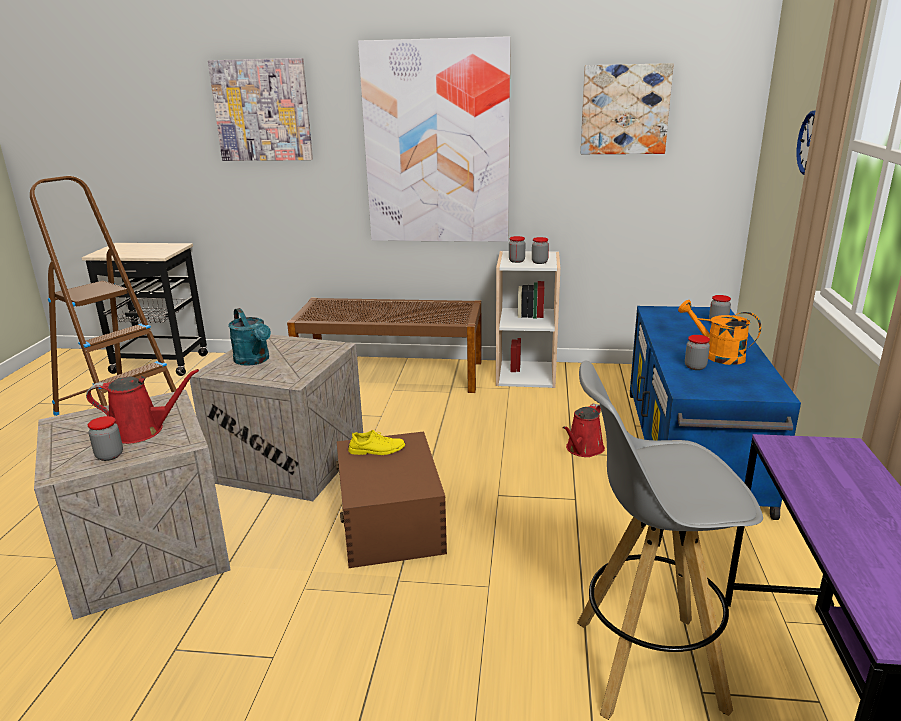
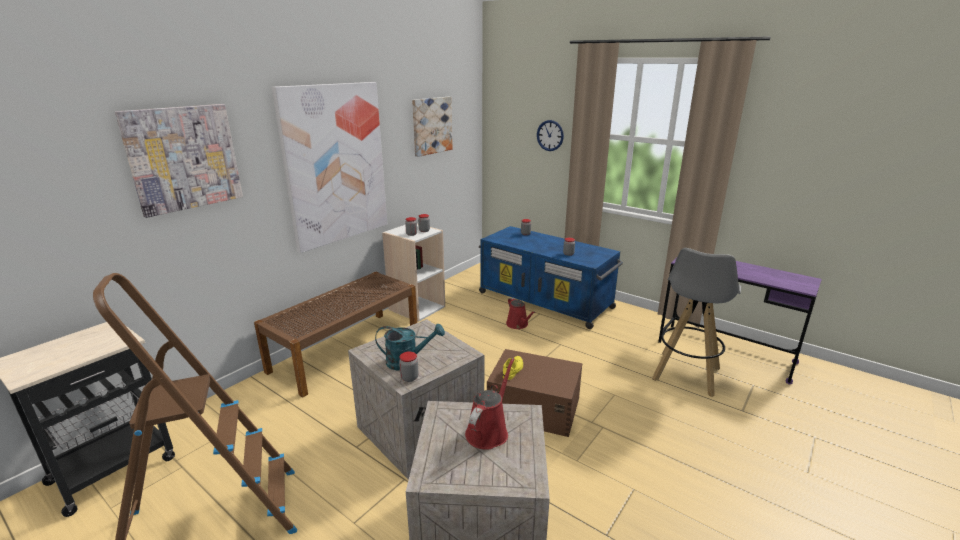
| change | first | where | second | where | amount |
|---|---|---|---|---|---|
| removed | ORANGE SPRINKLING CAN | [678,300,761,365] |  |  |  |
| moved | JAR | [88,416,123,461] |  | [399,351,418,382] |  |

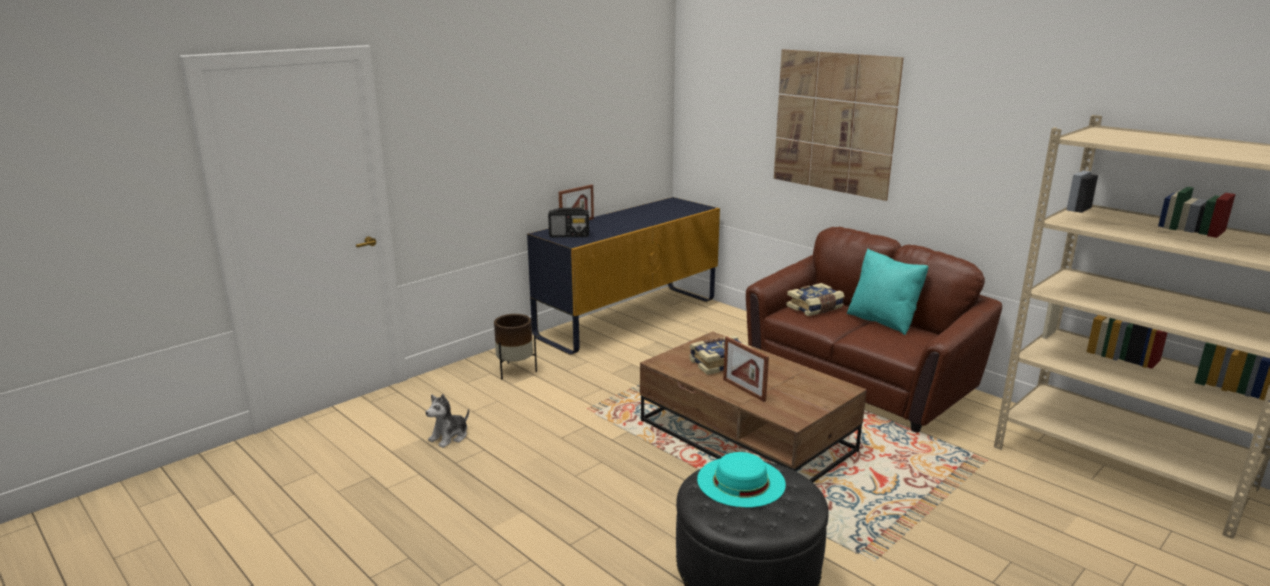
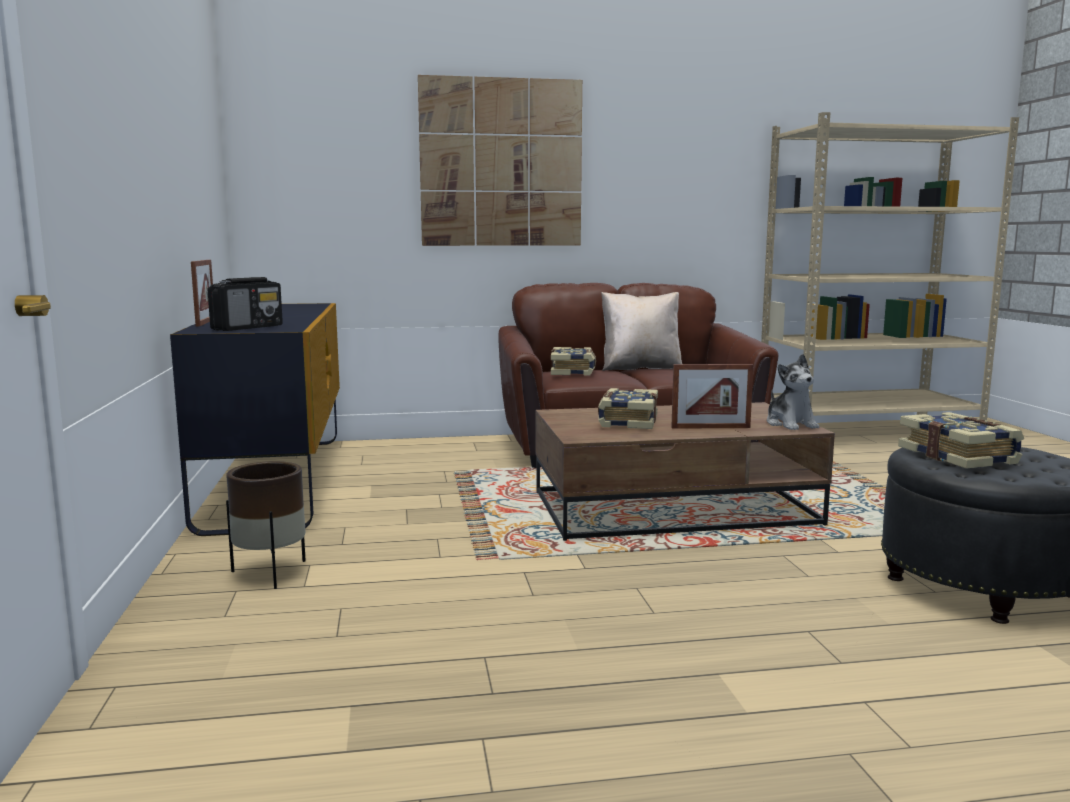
| change | first | where | second | where | amount |
|---|---|---|---|---|---|
| moved | CUDDLY TOY | [426,394,469,448] |  | [767,354,819,430] |  |
| replaced | BLUE-GREEN WEARABLE HAT | [697,452,786,508] | BOUND BOOK | [898,412,1024,469] |  |
| recoloured | BLUE-GREEN THROW PILLOW | [847,248,929,335] | BEIGE-COLOURED THROW PILLOW | [601,292,682,371] |  |

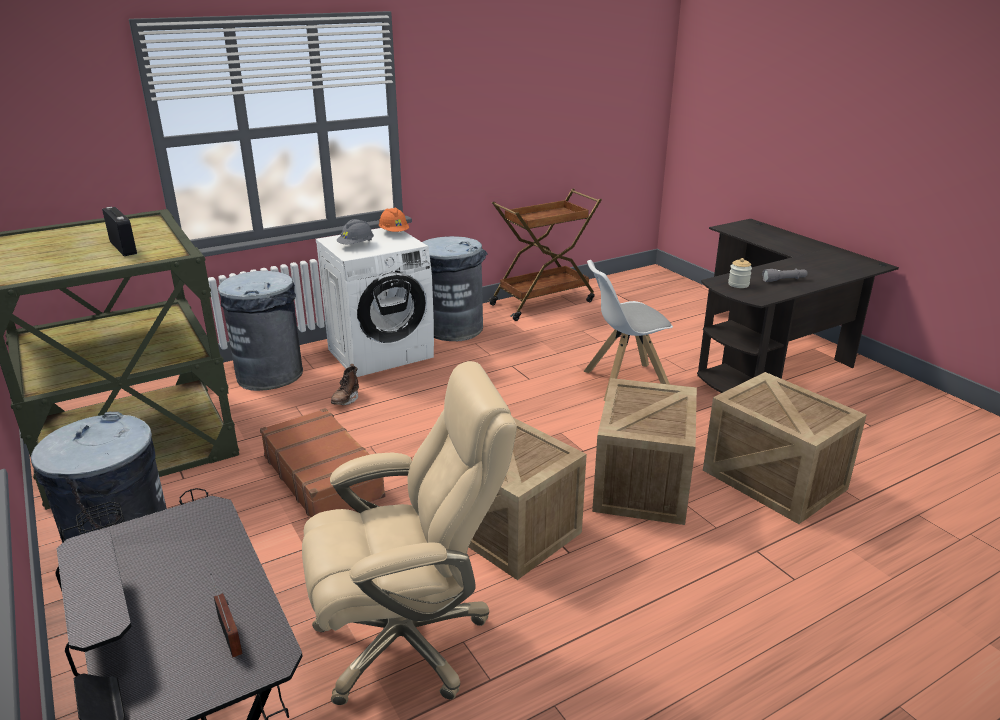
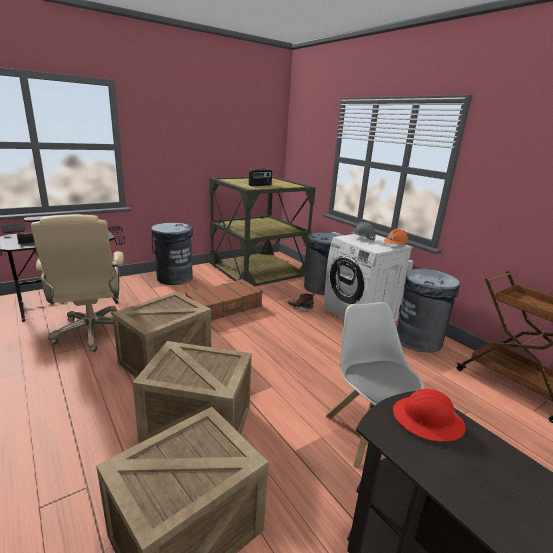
| change | first | where | second | where | amount |
|---|---|---|---|---|---|
| removed | GREYISH TORCH | [762,268,808,282] |  |  |  |
| replaced | JAR | [728,258,752,288] | RED-COLOURED WORK HELMET | [393,389,466,441] |  |

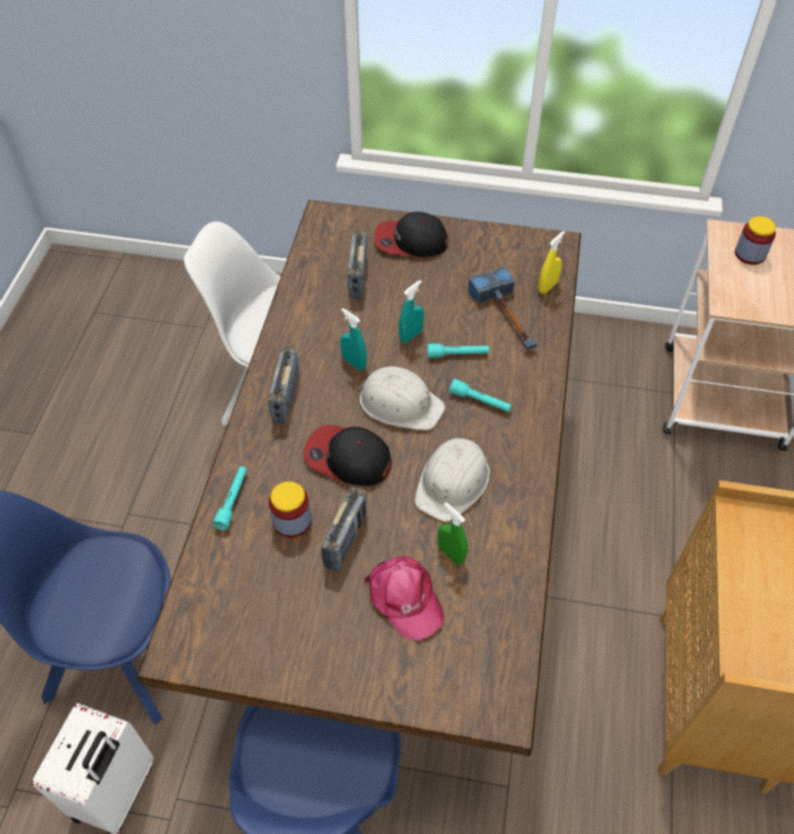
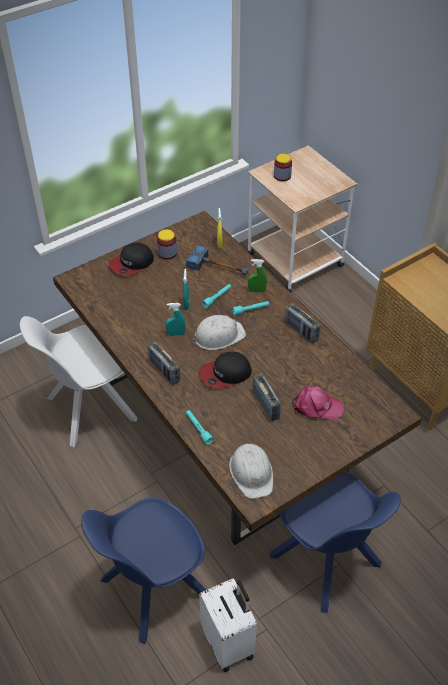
| change | first | where | second | where | amount |
|---|---|---|---|---|---|
| moved | JAR | [269,481,311,538] |  | [157,229,177,260] |  |
| moved | RADIO SET | [347,231,367,299] |  | [285,303,320,343] |  |
| moved | WHITISH WORK HELMET | [415,437,490,522] |  | [229,443,273,499] |  |
| moved | GREENISH SPRAYER | [438,502,468,565] |  | [248,259,267,292] |  |

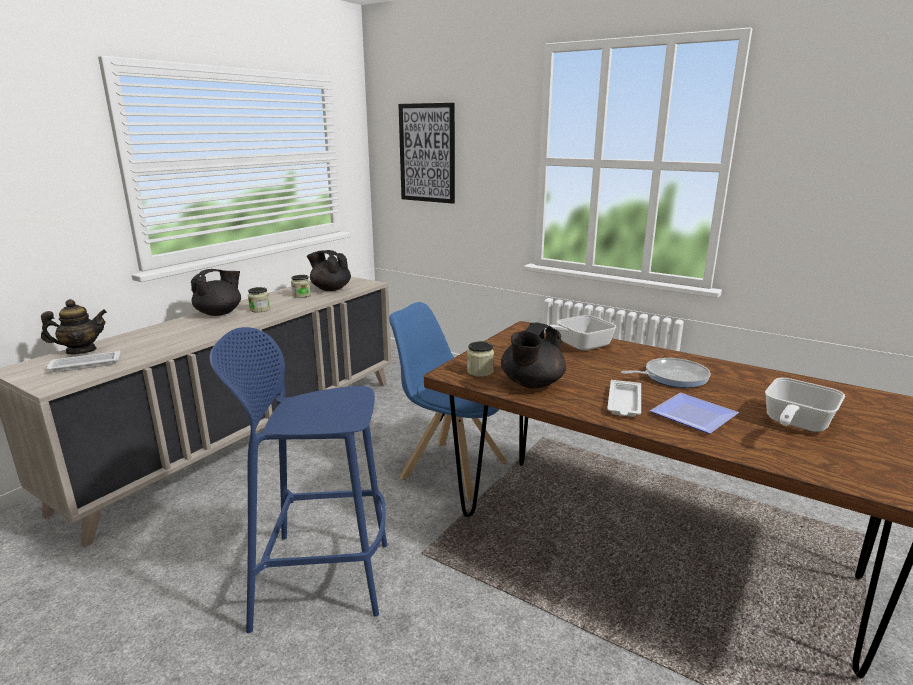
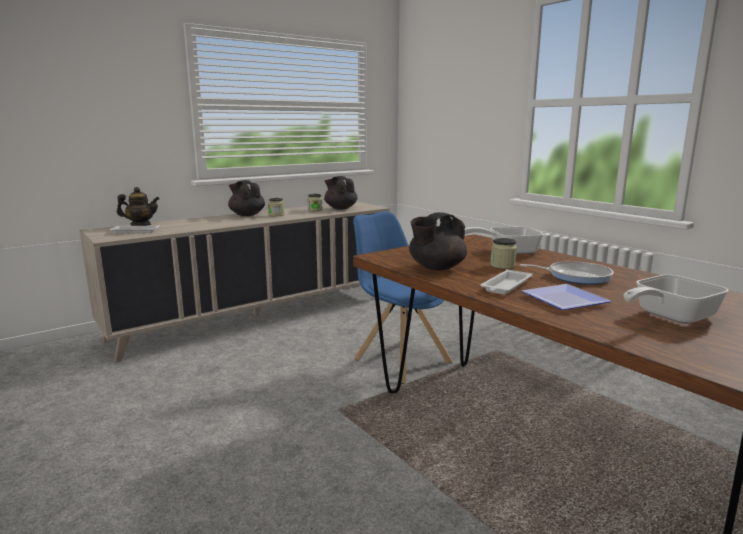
| change | first | where | second | where | amount |
|---|---|---|---|---|---|
| removed | BLUISH STOOL SEAT | [209,327,388,633] |  |  |  |
| removed | PICTURE | [398,103,455,204] |  |  |  |
| moved | JAR | [467,341,494,377] |  | [490,238,517,269] |  |
| turned | BLACK-COLOURED TEA POT | [191,269,241,316] |  | [228,180,265,216] | 105 degrees counterclockwise |

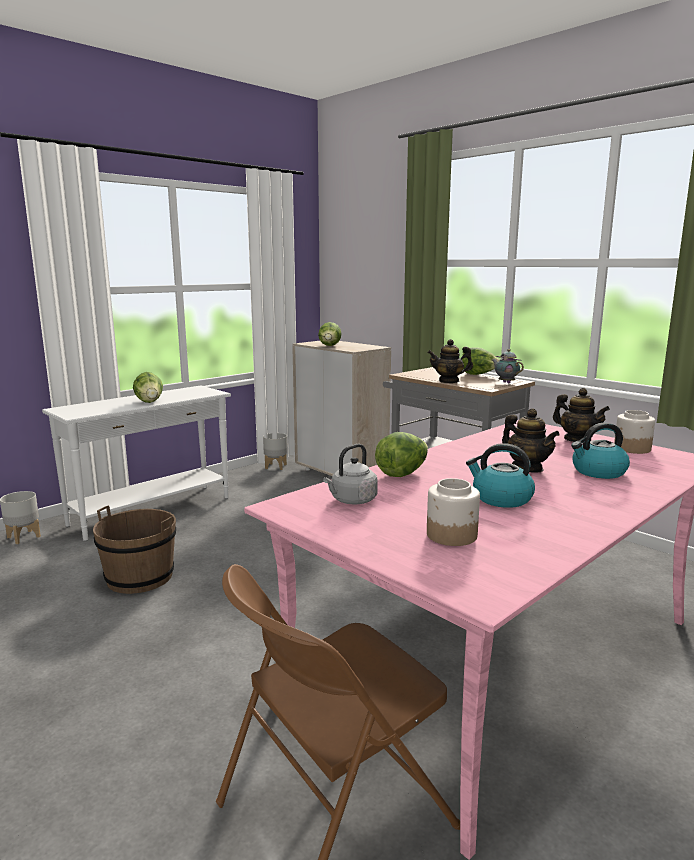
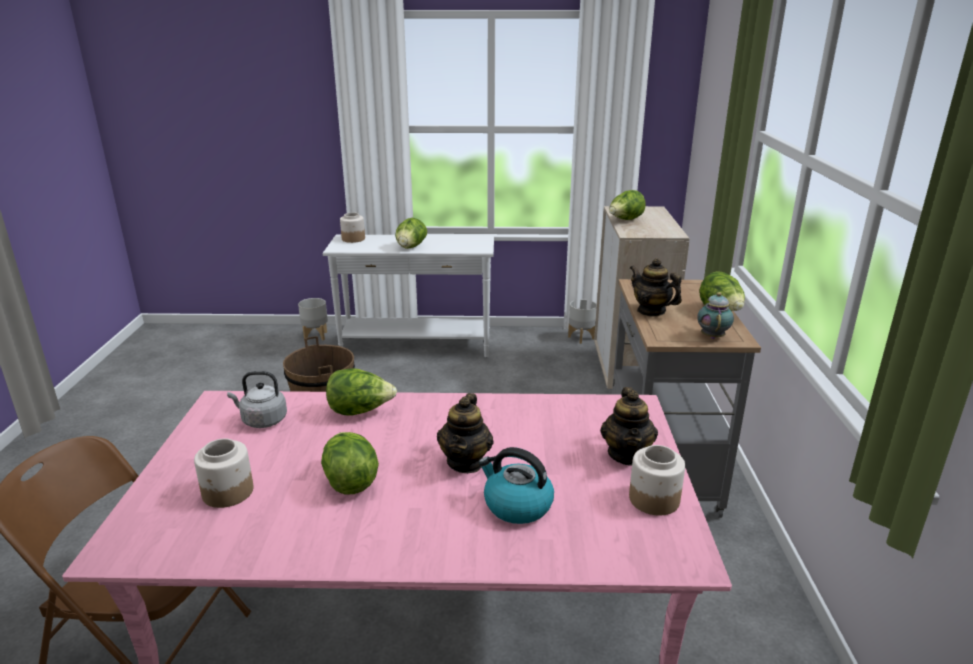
| change | first | where | second | where | amount |
|---|---|---|---|---|---|
| added |  |  | JAR | [340,213,365,243] |  |
| replaced | WATER KETTLE | [466,443,535,508] | LETTUCE | [321,432,379,494] |  |

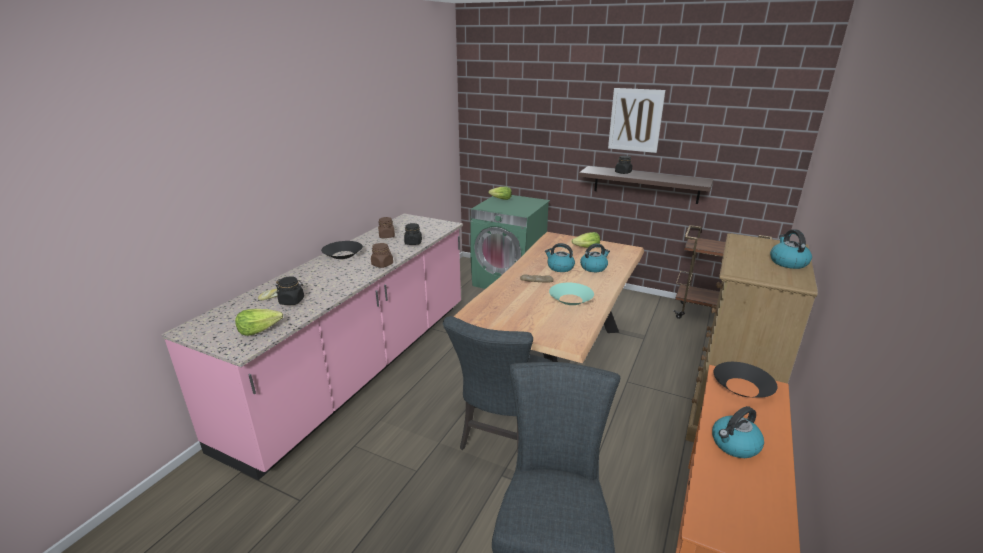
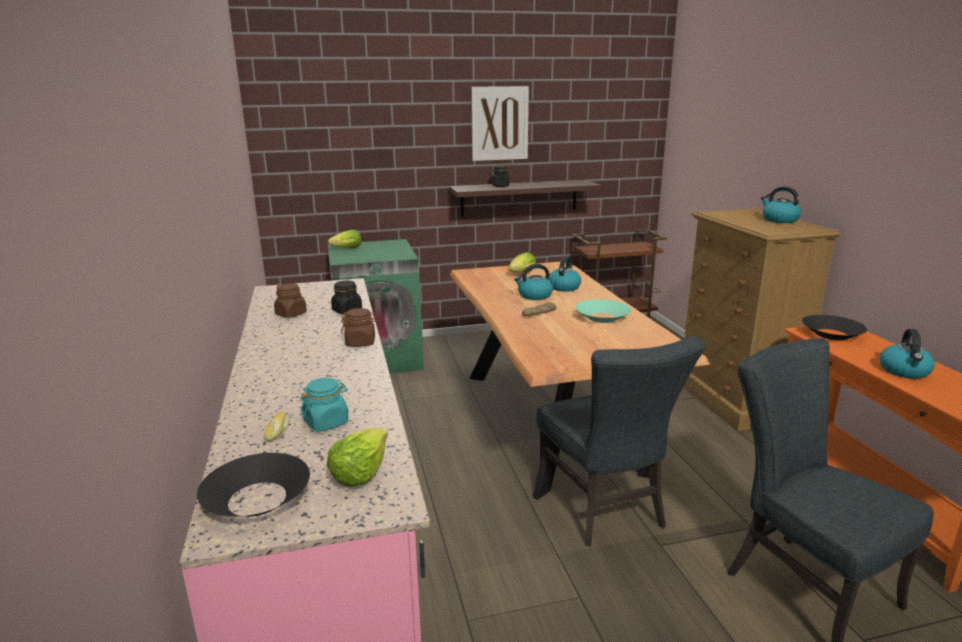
| change | first | where | second | where | amount |
|---|---|---|---|---|---|
| moved | BLACK-COLOURED DEEP DISH | [321,241,363,259] |  | [197,453,310,517] |  |
| recoloured | BLACK-COLOURED JAR | [276,276,304,305] | BLUE-GREEN JAR | [300,378,349,432] |  |

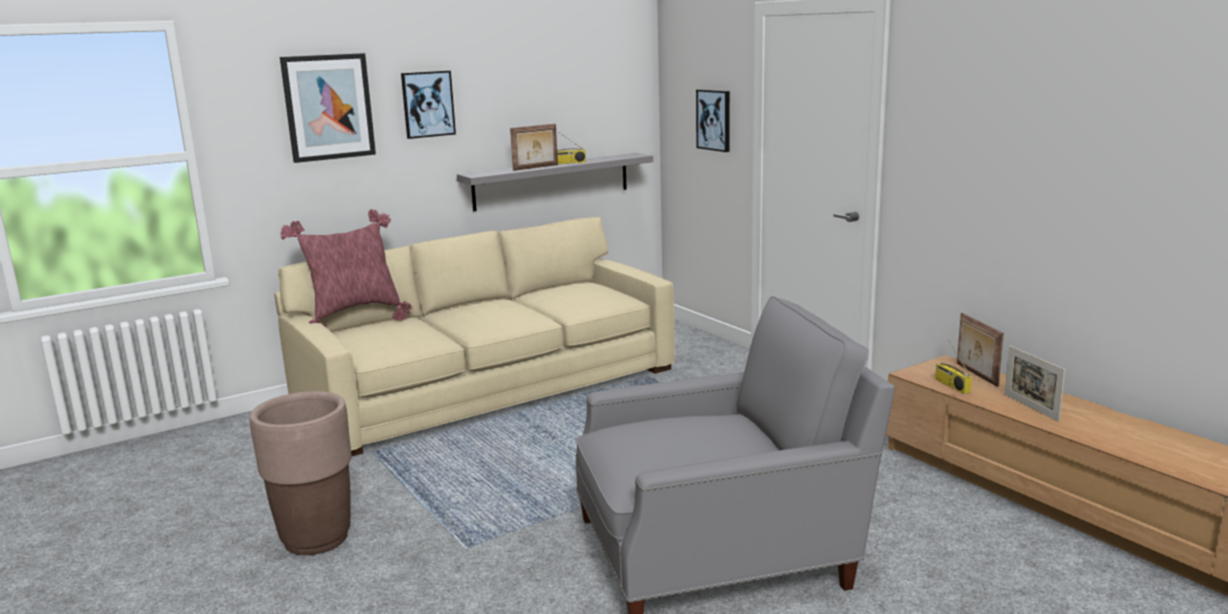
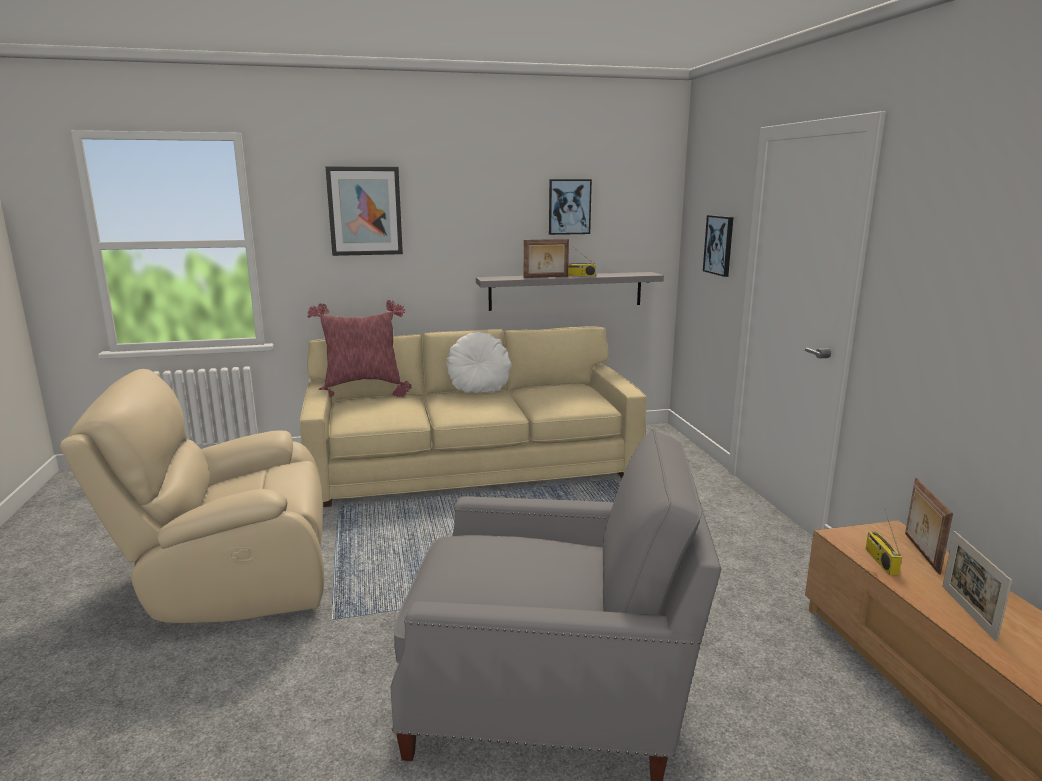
| change | first | where | second | where | amount |
|---|---|---|---|---|---|
| added |  |  | WHITISH THROW PILLOW | [447,332,512,393] |  |
| moved | PICTURE | [401,70,456,139] |  | [549,179,592,235] |  |
| replaced | BROWN FLOWER POT | [250,391,351,555] | BEIGE-COLOURED EASY CHAIR | [60,369,324,623] |  |

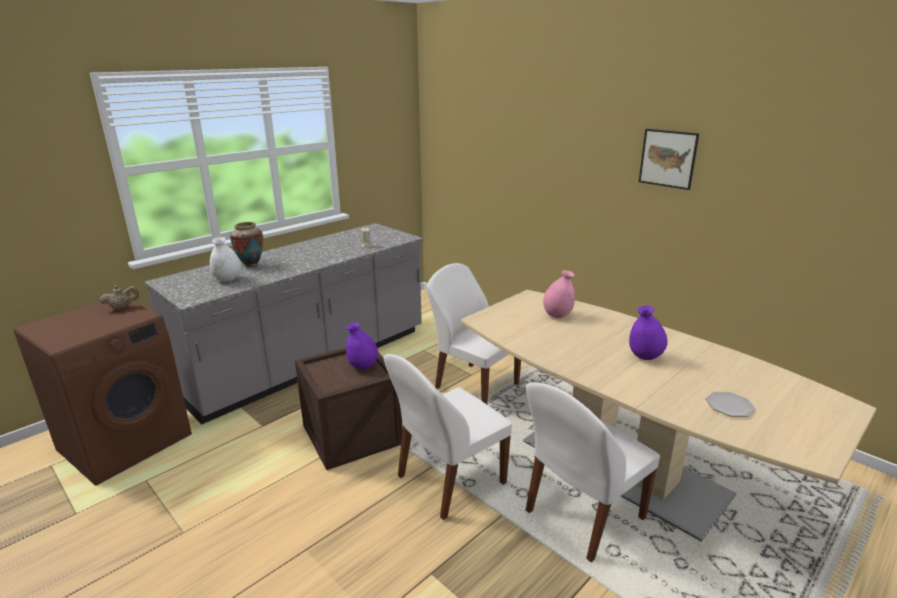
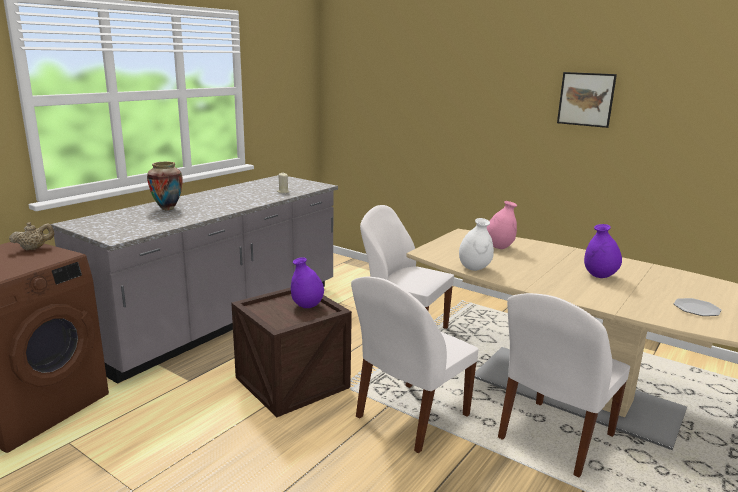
| change | first | where | second | where | amount |
|---|---|---|---|---|---|
| moved | WHITISH DECORATIVE VASE | [210,237,241,282] |  | [459,218,494,271] |  |

